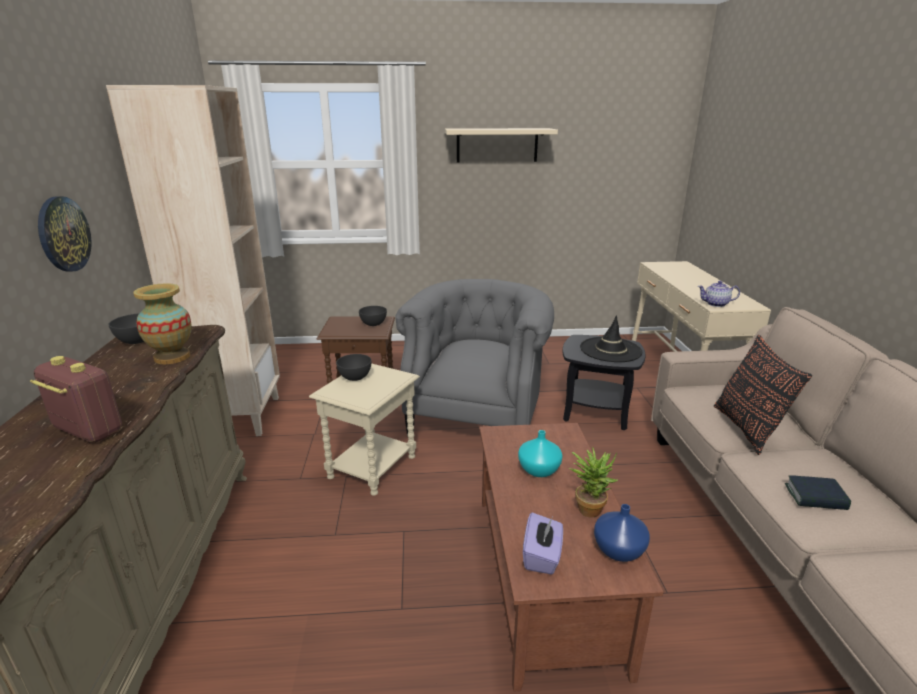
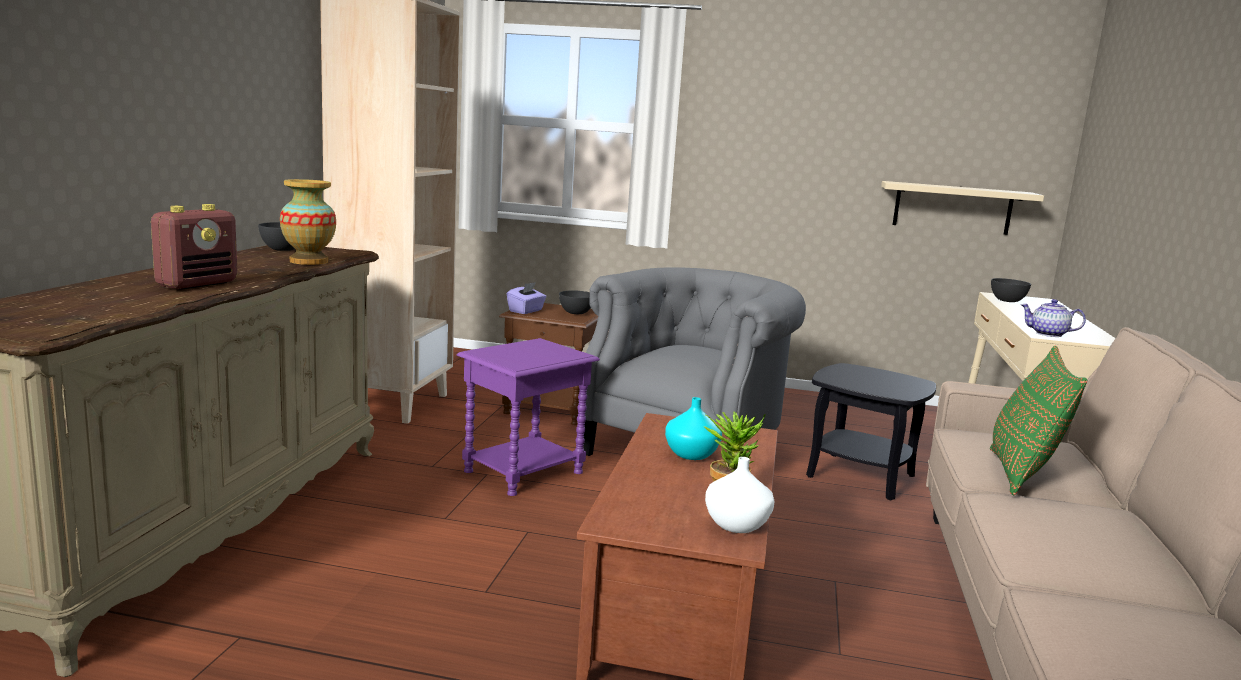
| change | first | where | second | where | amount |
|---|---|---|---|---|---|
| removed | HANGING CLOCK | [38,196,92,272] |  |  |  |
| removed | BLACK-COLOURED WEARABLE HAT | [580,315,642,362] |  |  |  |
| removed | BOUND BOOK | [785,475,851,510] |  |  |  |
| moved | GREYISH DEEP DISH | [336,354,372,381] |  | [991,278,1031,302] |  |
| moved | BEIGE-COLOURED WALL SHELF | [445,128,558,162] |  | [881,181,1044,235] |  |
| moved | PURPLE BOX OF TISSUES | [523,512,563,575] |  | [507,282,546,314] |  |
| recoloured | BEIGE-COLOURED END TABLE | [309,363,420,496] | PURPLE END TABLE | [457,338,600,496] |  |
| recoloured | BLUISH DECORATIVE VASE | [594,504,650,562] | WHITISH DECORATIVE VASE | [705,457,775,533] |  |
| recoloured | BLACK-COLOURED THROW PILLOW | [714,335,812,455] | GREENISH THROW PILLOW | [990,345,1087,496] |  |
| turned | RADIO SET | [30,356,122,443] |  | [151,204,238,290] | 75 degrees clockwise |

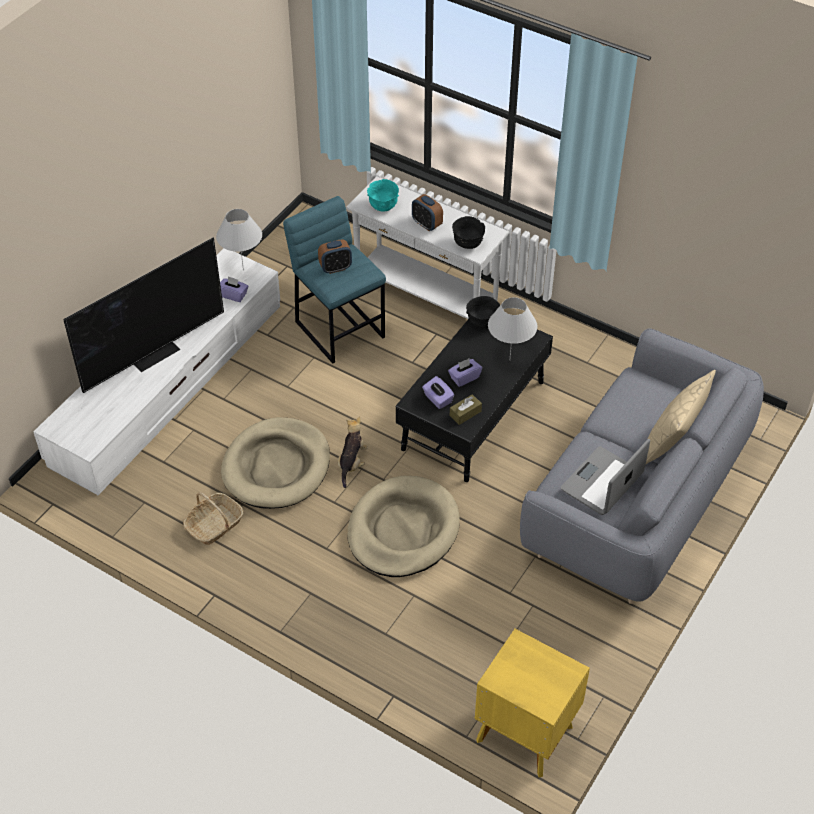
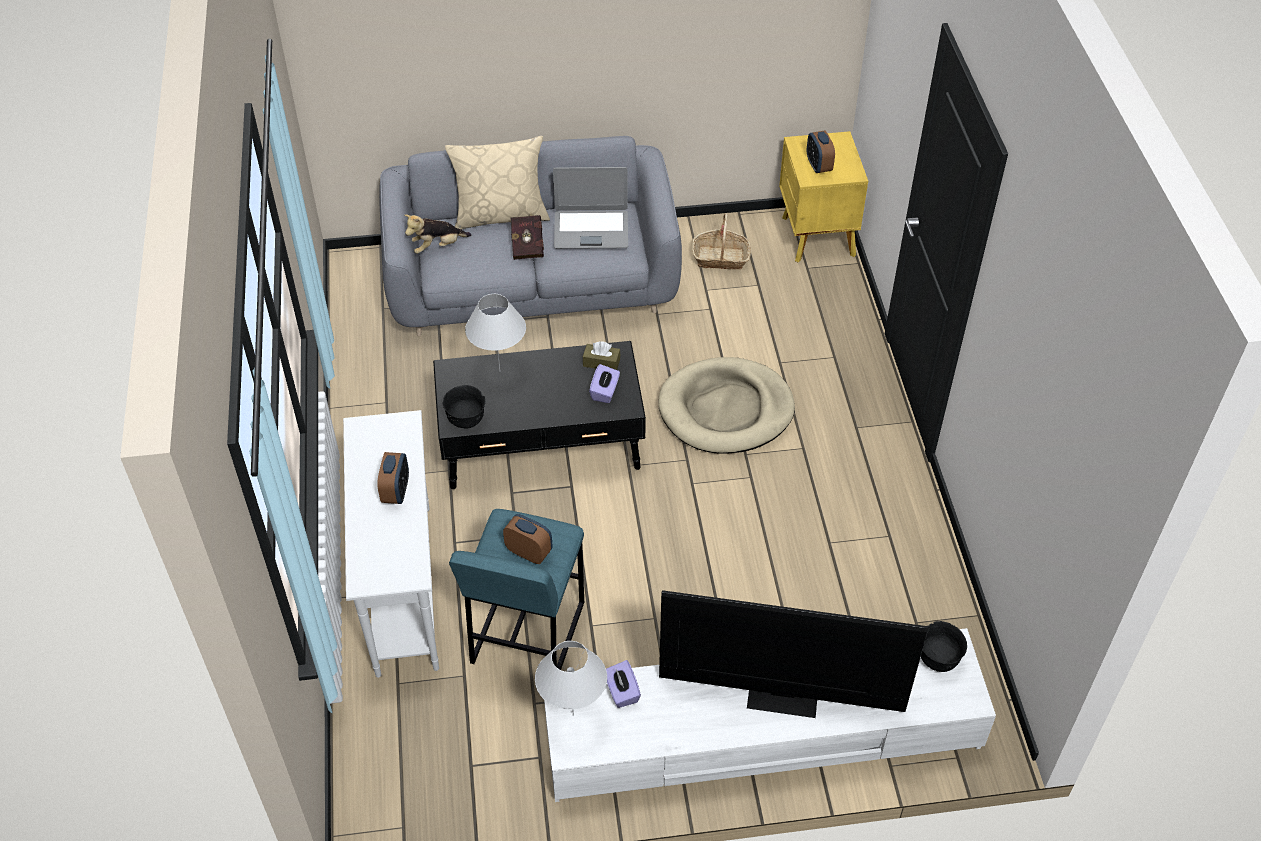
| change | first | where | second | where | amount |
|---|---|---|---|---|---|
| removed | BEIGE-COLOURED PET BED | [221,417,330,509] |  |  |  |
| removed | BLUE-GREEN DEEP DISH | [367,179,399,211] |  |  |  |
| removed | PURPLE BOX OF TISSUES | [448,359,482,387] |  |  |  |
| added |  |  | RED-COLOURED BOUND BOOK | [511,213,544,260] |  |
| added |  |  | BEDSIDE CLOCK | [807,131,835,173] |  |
| moved | STORAGE BASKET | [183,492,243,545] |  | [692,213,751,270] |  |
| moved | CUDDLY TOY | [338,417,368,488] |  | [405,215,471,254] |  |
| moved | BLACK-COLOURED DEEP DISH | [452,216,485,249] |  | [921,621,967,672] |  |

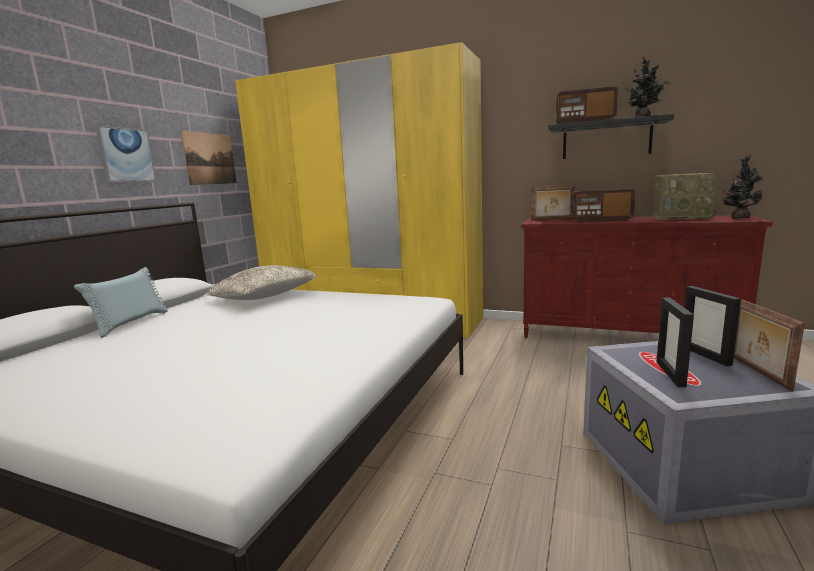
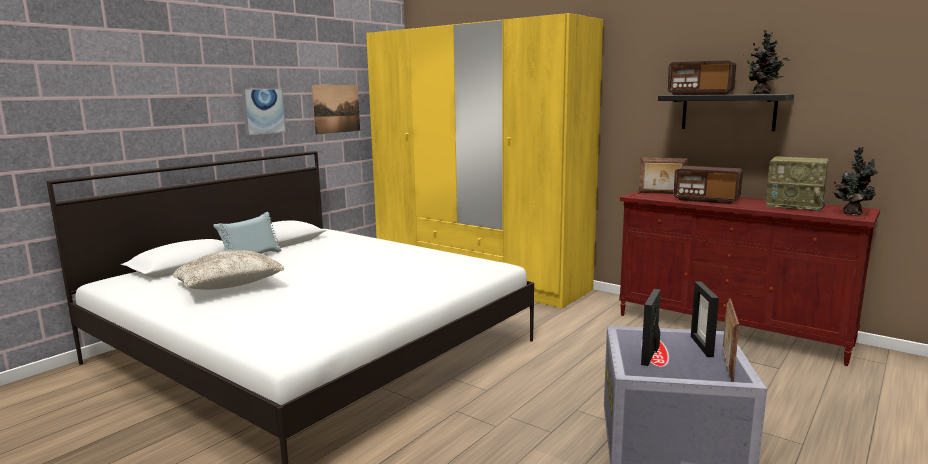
| change | first | where | second | where | amount |
|---|---|---|---|---|---|
| moved | BEIGE-COLOURED THROW PILLOW | [207,265,317,300] |  | [173,250,284,290] |  |

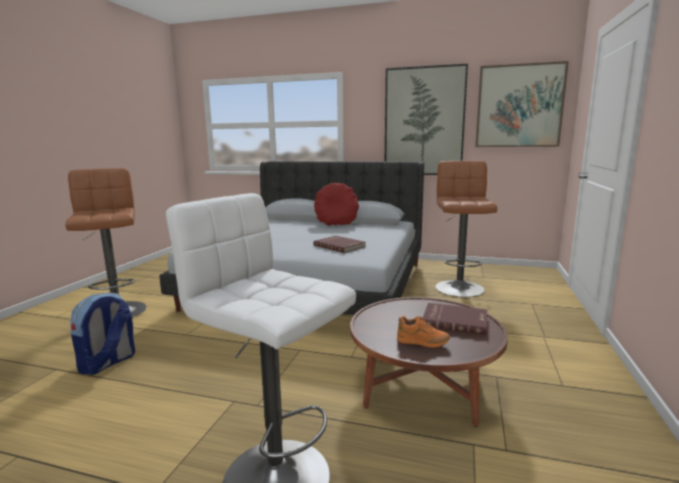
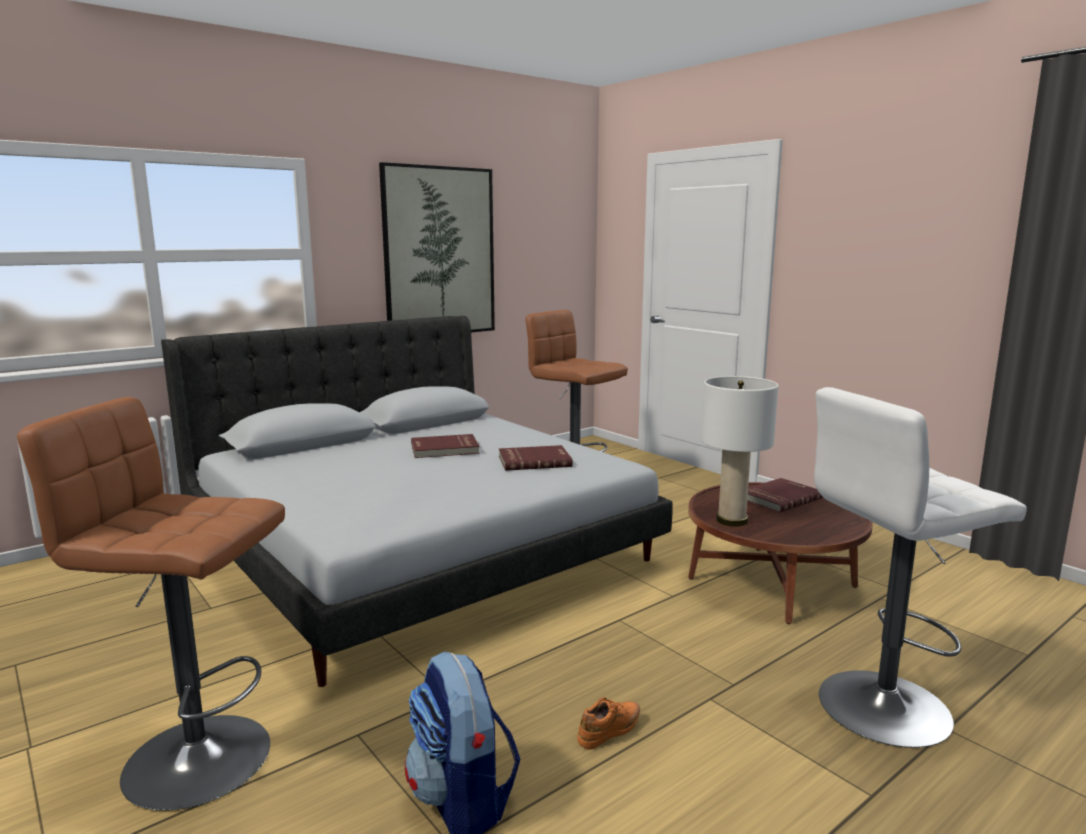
| change | first | where | second | where | amount |
|---|---|---|---|---|---|
| removed | RED-COLOURED THROW PILLOW | [314,183,359,225] |  |  |  |
| removed | PICTURE | [475,61,569,147] |  |  |  |
| added |  |  | RED-COLOURED BOUND BOOK | [411,434,480,458] |  |
| added |  |  | WHITISH TABLE LAMP | [701,376,779,527] |  |
| moved | ORANGE ITEM OF FOOTWEAR | [397,316,450,348] |  | [577,697,640,750] |  |

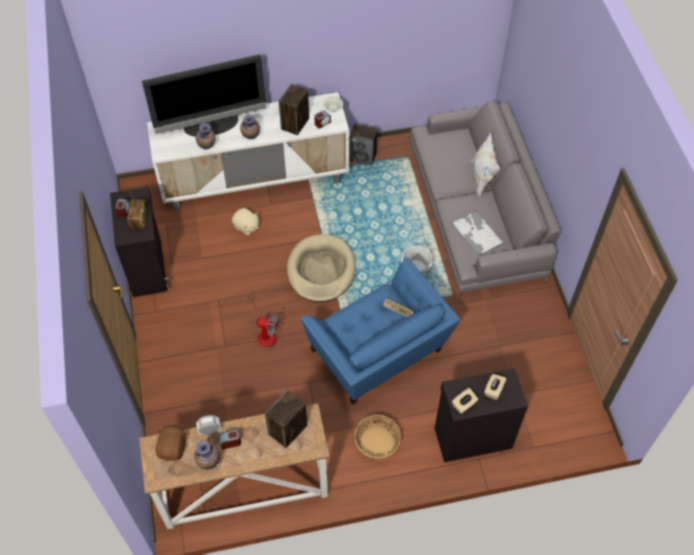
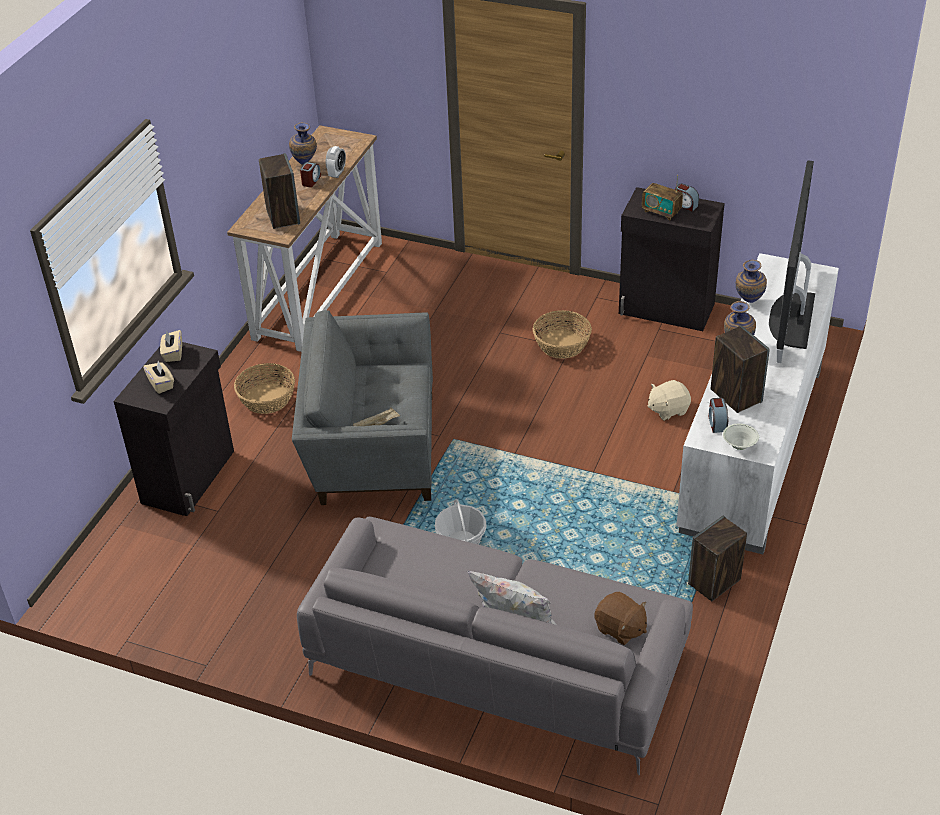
| change | first | where | second | where | amount |
|---|---|---|---|---|---|
| removed | FAN | [247,293,279,347] |  |  |  |
| removed | BEIGE-COLOURED PET BED | [287,234,356,302] |  |  |  |
| removed | SERVING TRAY | [451,210,504,257] |  |  |  |
| added |  |  | STORAGE BASKET | [533,310,592,359] |  |
| moved | BROWN CUDDLY TOY | [155,424,186,461] |  | [594,592,647,645] |  |
| recoloured | BLUISH EASY CHAIR | [300,257,460,405] | GREYISH EASY CHAIR | [292,310,433,505] |  |

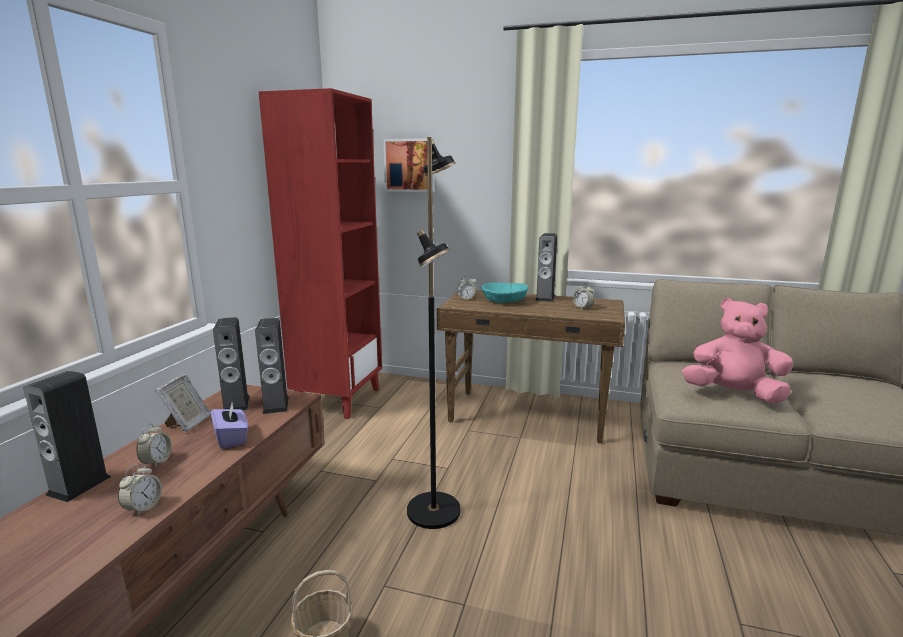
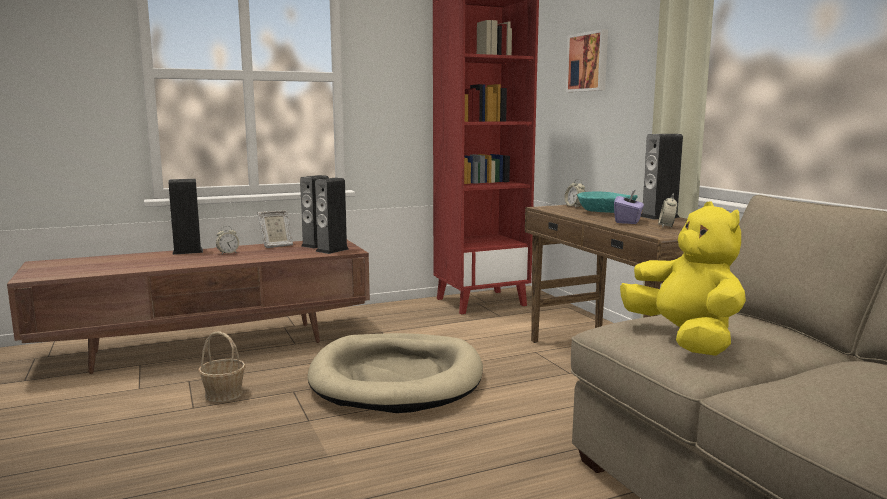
| change | first | where | second | where | amount |
|---|---|---|---|---|---|
| removed | BEDSIDE CLOCK | [118,464,162,517] |  |  |  |
| moved | PURPLE BOX OF TISSUES | [211,403,248,449] |  | [614,190,644,224] |  |
| replaced | BLACK-COLOURED STANDING LAMP | [407,137,460,529] | BEIGE-COLOURED PET BED | [307,333,483,413] |  |
| recoloured | PINKISH CUDDLY TOY | [682,298,793,404] | YELLOWISH CUDDLY TOY | [620,201,746,356] |  |

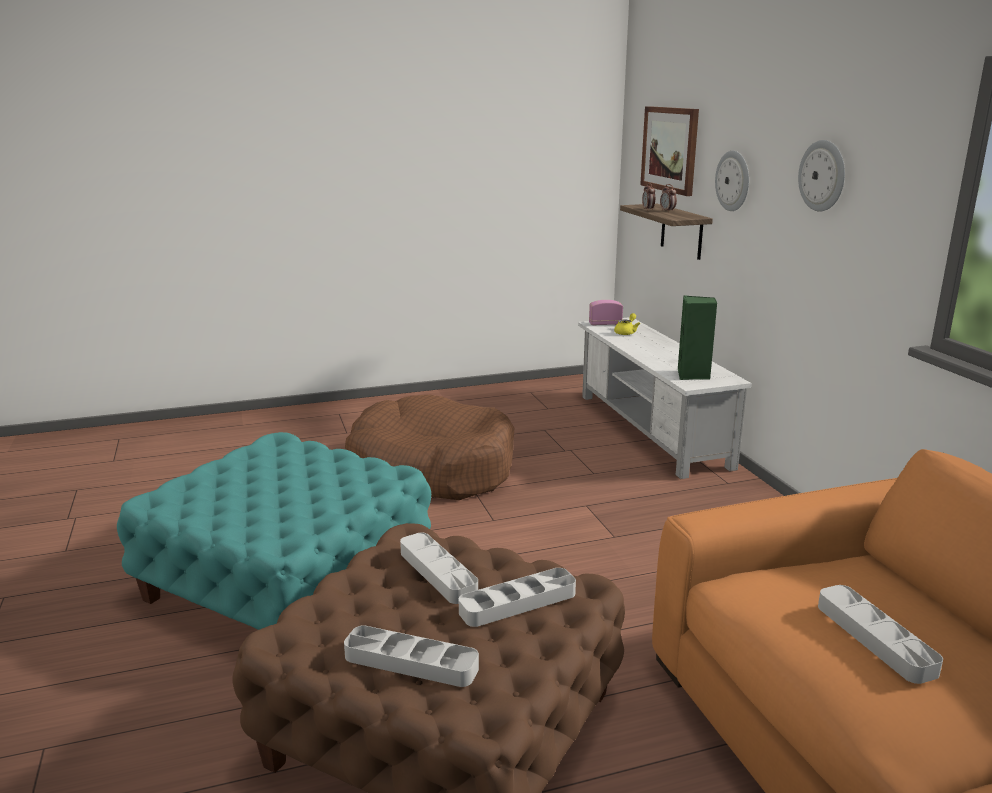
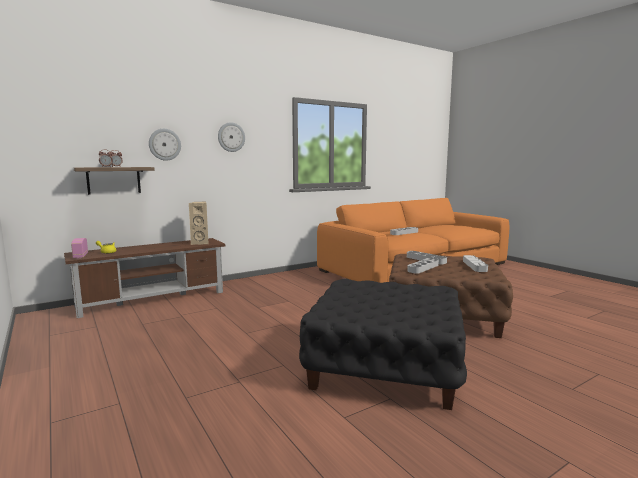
| change | first | where | second | where | amount |
|---|---|---|---|---|---|
| removed | BROWN PET BED | [345,395,514,500] |  |  |  |
| removed | PICTURE | [640,106,699,196] |  |  |  |
| recoloured | BLUE-GREEN POUFFE | [117,432,431,630] | BLACK-COLOURED POUFFE | [299,279,467,410] |  |
| recoloured | WHITISH MEDIA CONSOLE | [578,317,752,479] | BROWN MEDIA CONSOLE | [64,238,225,318] |  |
| recoloured | GREENISH LOUDSPEAKER | [678,295,717,380] | BEIGE-COLOURED LOUDSPEAKER | [189,202,209,245] |  |

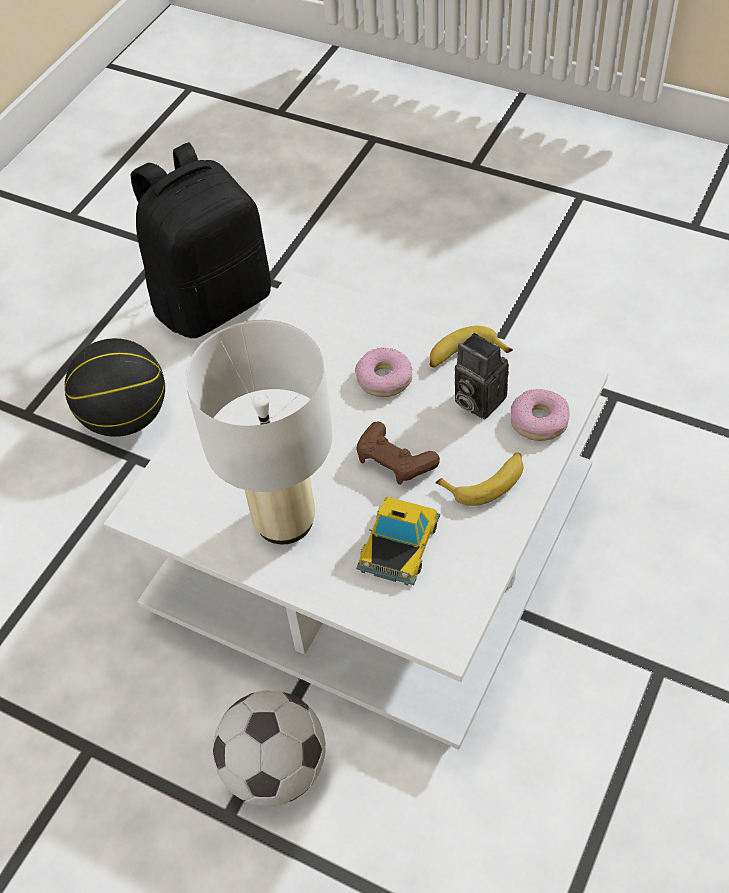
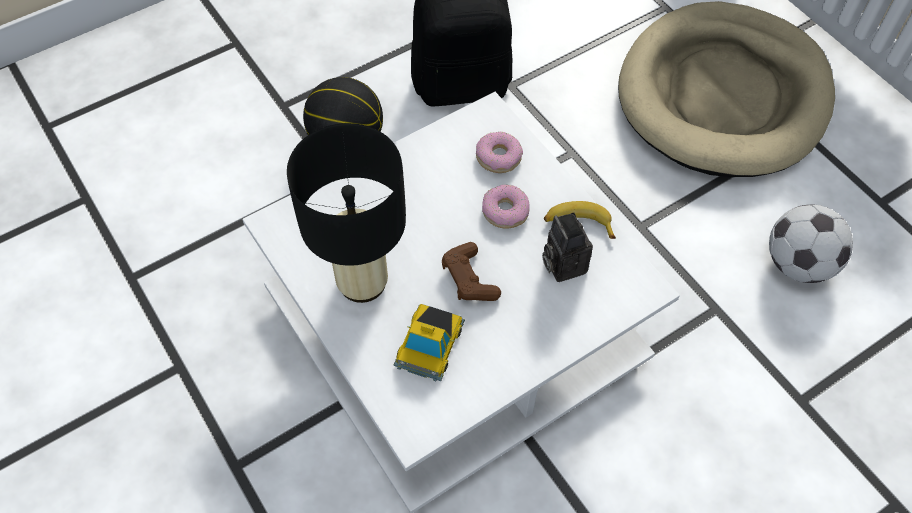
| change | first | where | second | where | amount |
|---|---|---|---|---|---|
| removed | WHOLE BANANA | [436,452,523,506] |  |  |  |
| added |  |  | BEIGE-COLOURED PET BED | [618,1,835,177] |  |
| moved | BALL FOR FOOTBALL | [213,690,326,806] |  | [769,205,853,283] |  |
| moved | RING DOUGHNUT | [511,389,569,441] |  | [476,132,523,173] |  |
| recoloured | WHITISH TABLE LAMP | [185,320,332,545] | BLACK-COLOURED TABLE LAMP | [287,123,406,303] |  |
| turned | MODEL CAR | [356,497,440,586] |  | [394,304,465,381] | 150 degrees clockwise |

